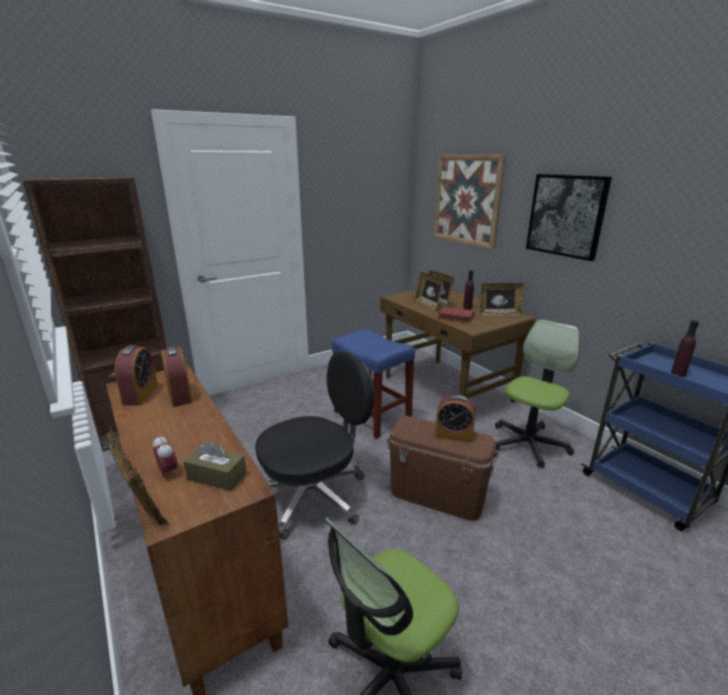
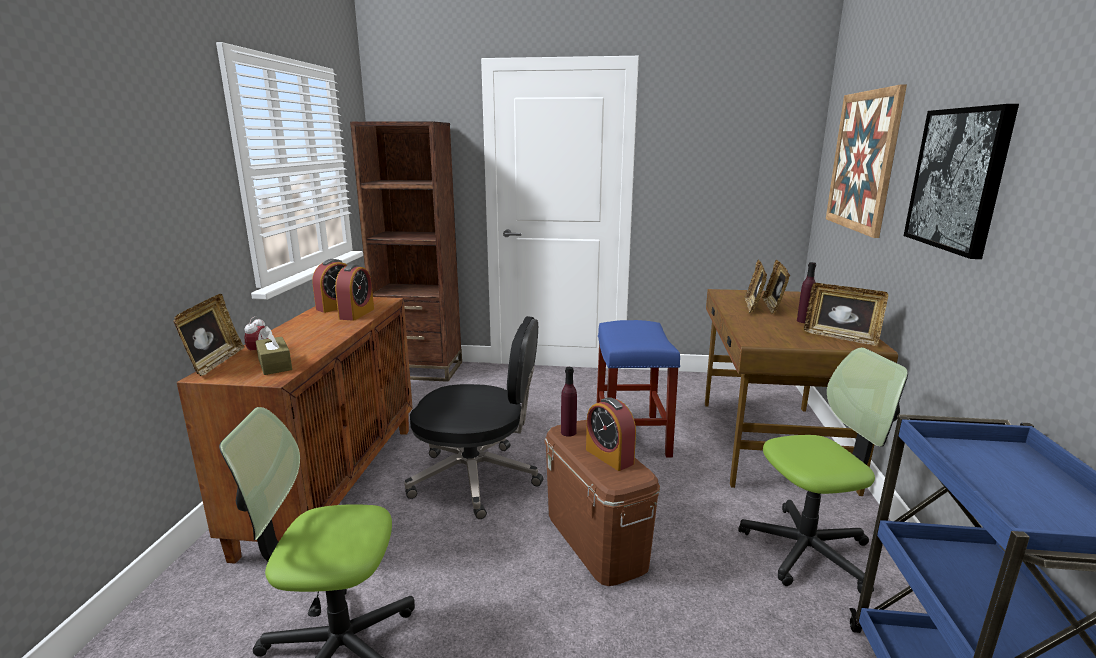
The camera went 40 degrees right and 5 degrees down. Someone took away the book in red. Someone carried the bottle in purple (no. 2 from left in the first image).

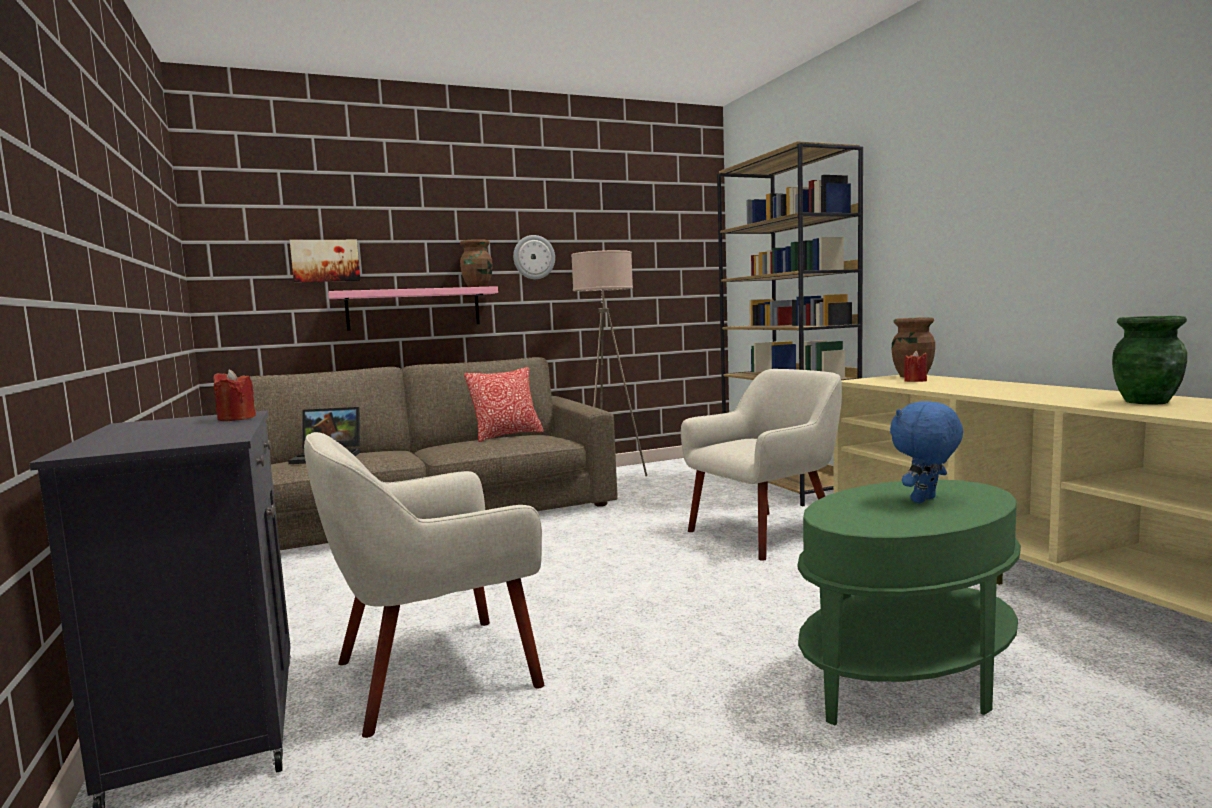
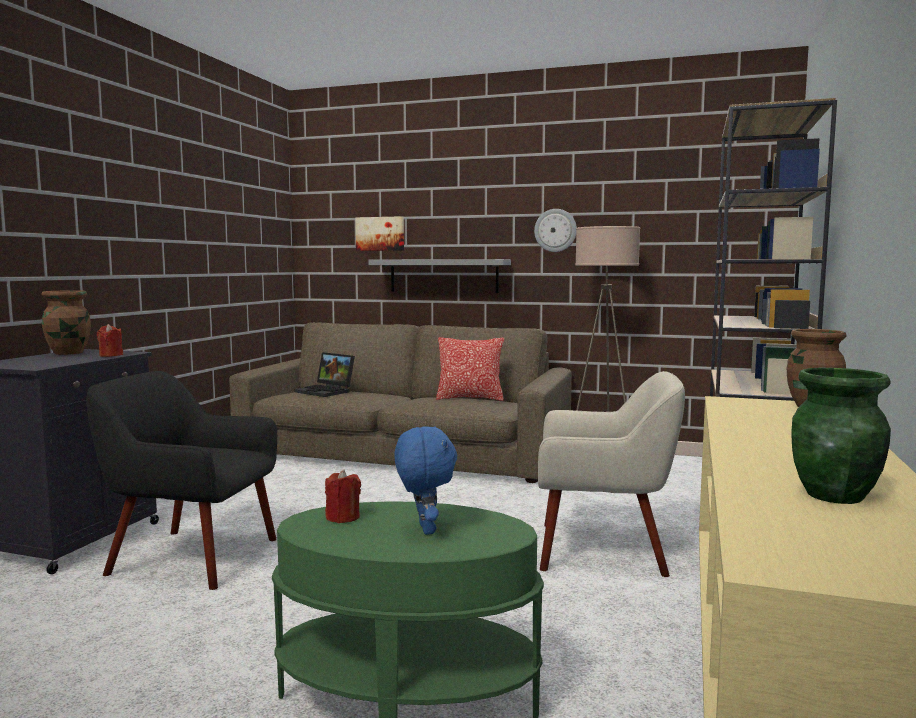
The camera went 40 degrees right and 0 degrees up. Someone carried the vase in brown (no. 1 from left). Someone carried the candle in red (no. 2 from left). Someone repainted the armchair in beige (no. 1 from left), which became the armchair in black. Someone repainted the shelf in pink, which became the shelf in grey. Someone rotated the plush toy in blue by 75 degrees clockwise.

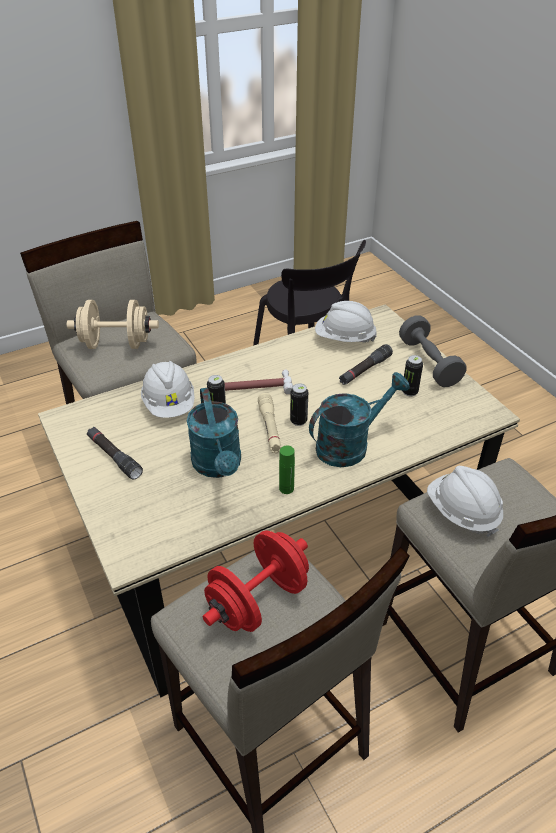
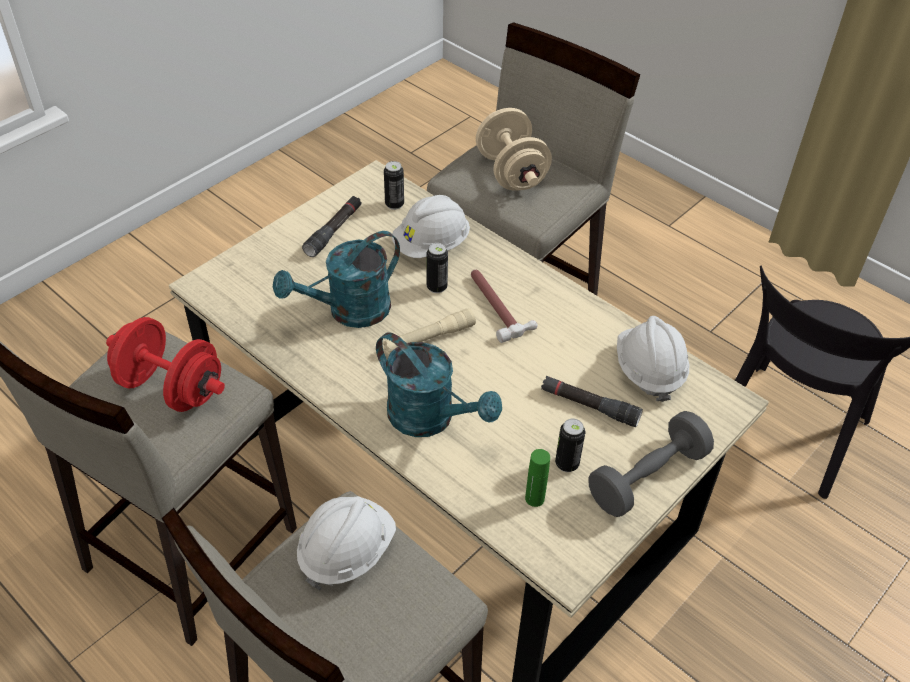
The camera went 70 degrees right and 5 degrees up. Someone carried the bottle in green. Someone carried the can (no. 2 from left in the first image).

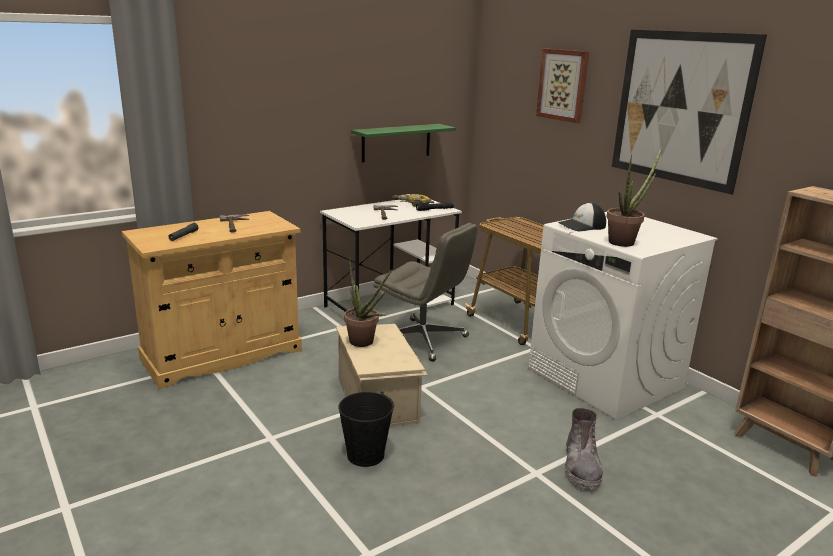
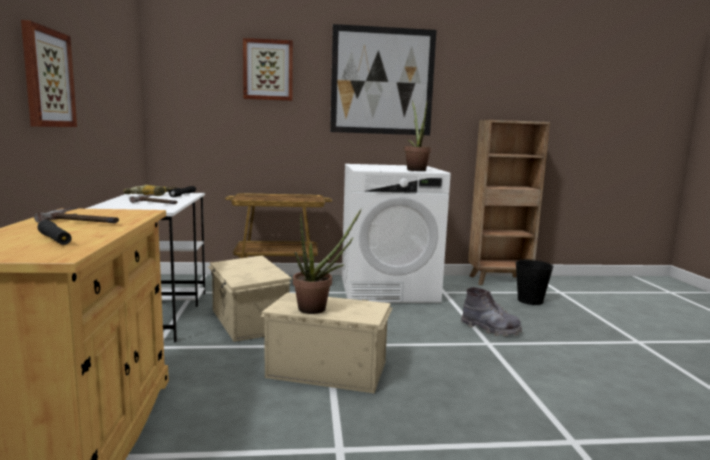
The camera went 60 degrees left and 10 degrees down. Someone took away the shelf in green. Someone took away the cap. Someone put up the picture (no. 1 from left). Someone carried the bucket in black. Someone swapped the office chair in grey for the storage box in beige (no. 1 from left).

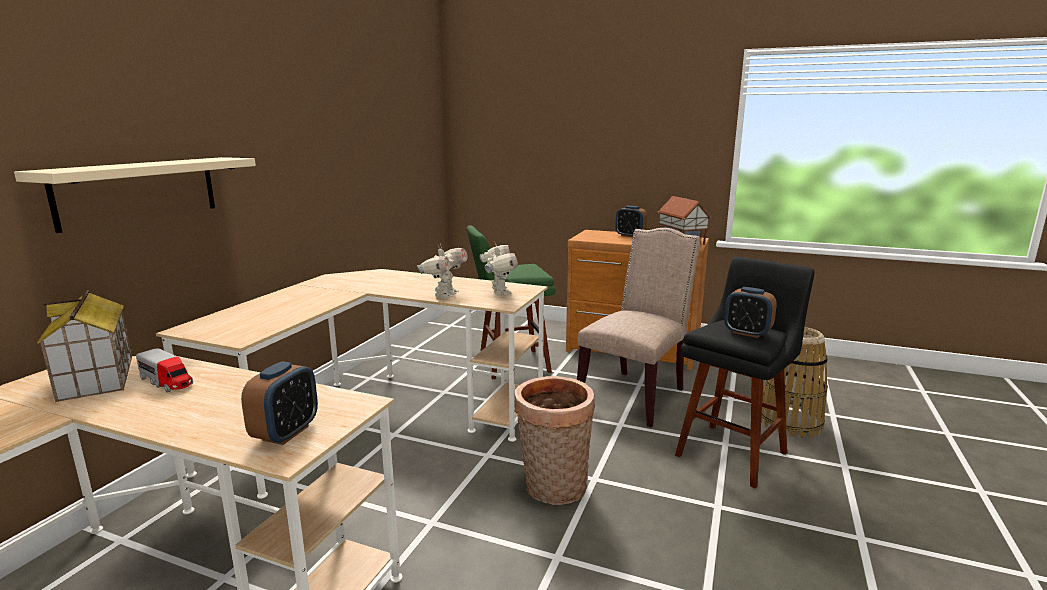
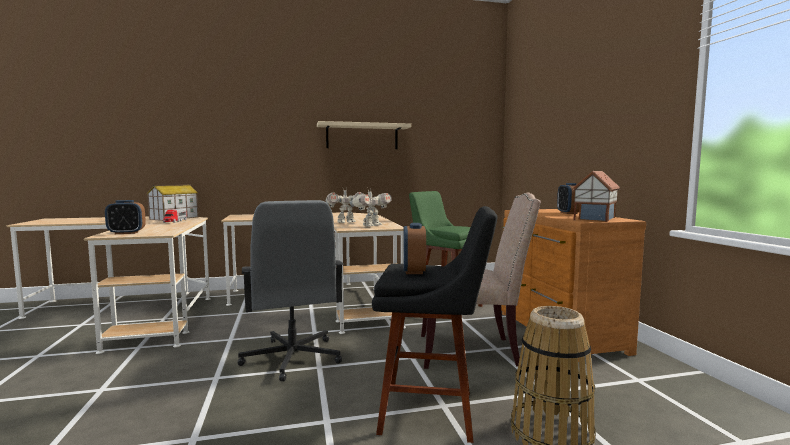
The camera went 55 degrees right and 10 degrees down. Someone carried the shelf in beige. Someone swapped the basket (no. 1 from left) for the office chair in grey.

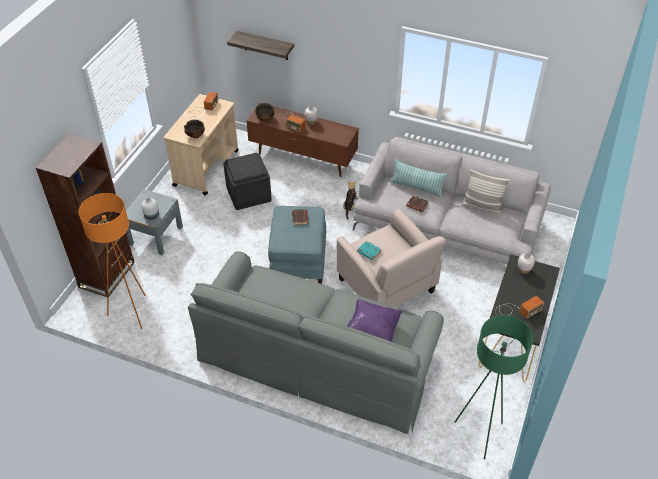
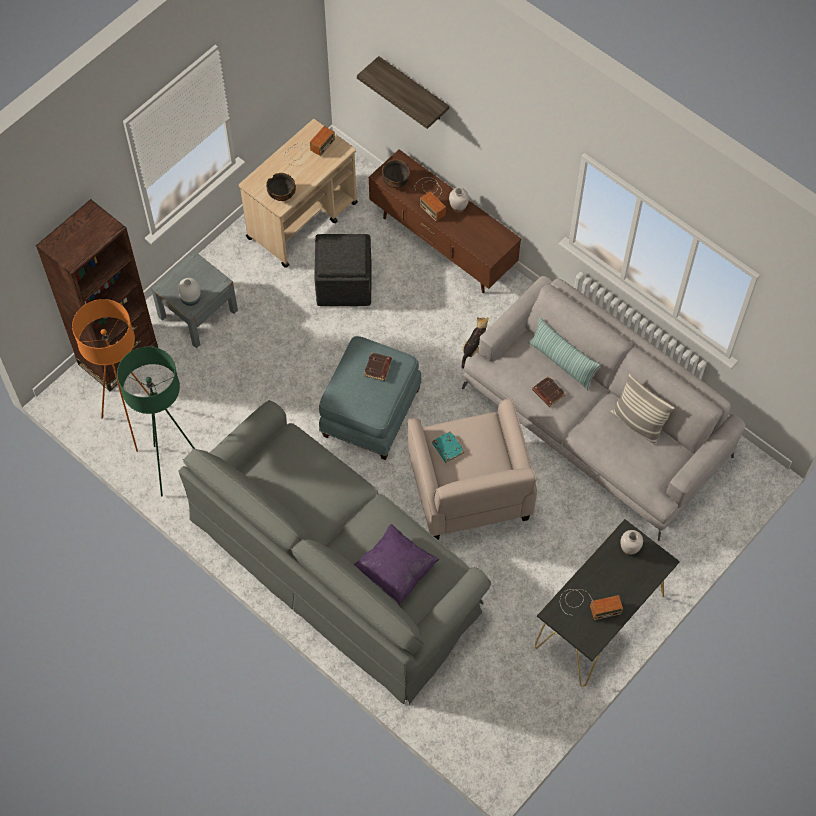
The camera went 20 degrees right and 15 degrees up. Someone carried the floor lamp in green.

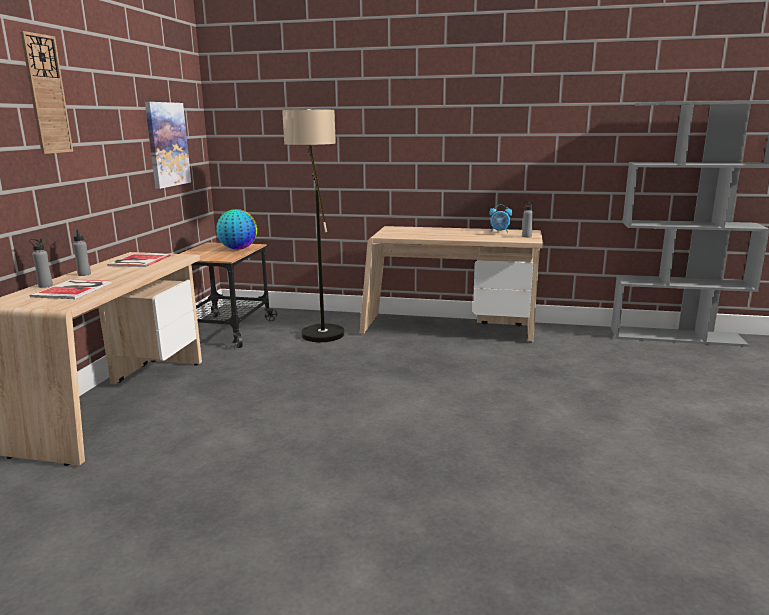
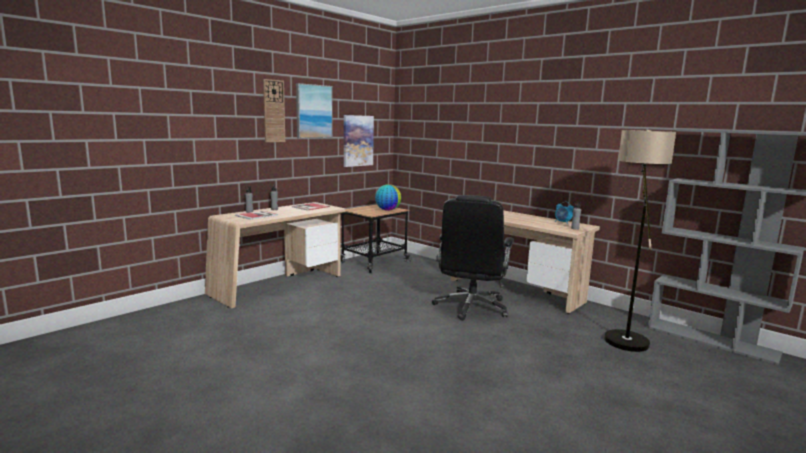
The camera went 30 degrees right and 5 degrees down. Someone put up the picture (no. 1 from left). Someone put down the office chair in black. Someone carried the floor lamp.

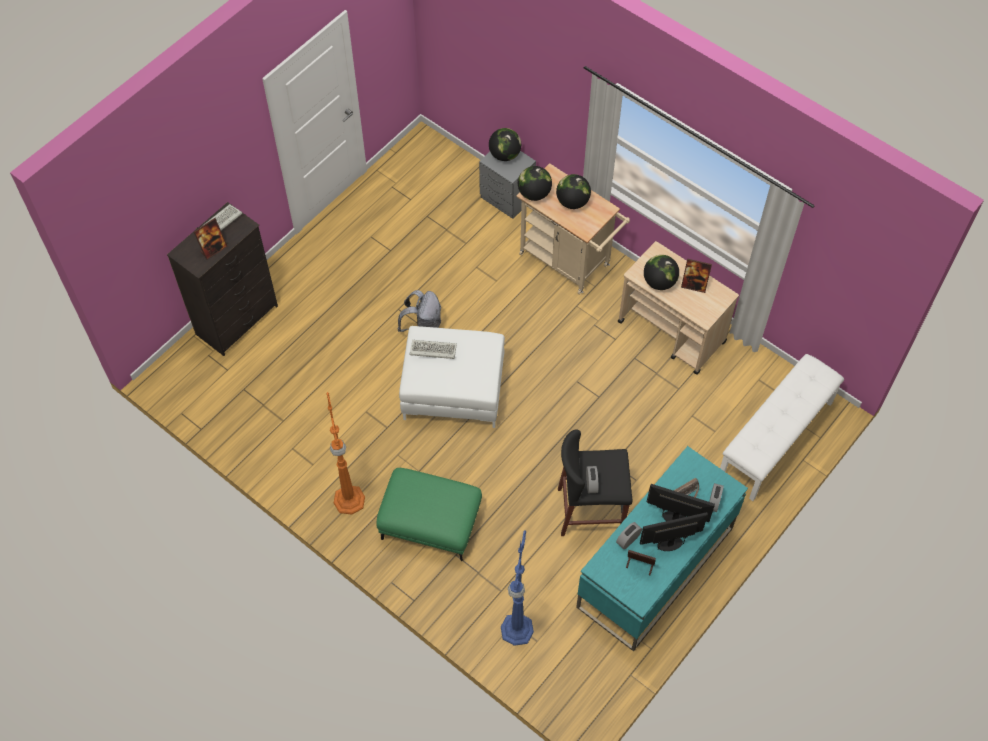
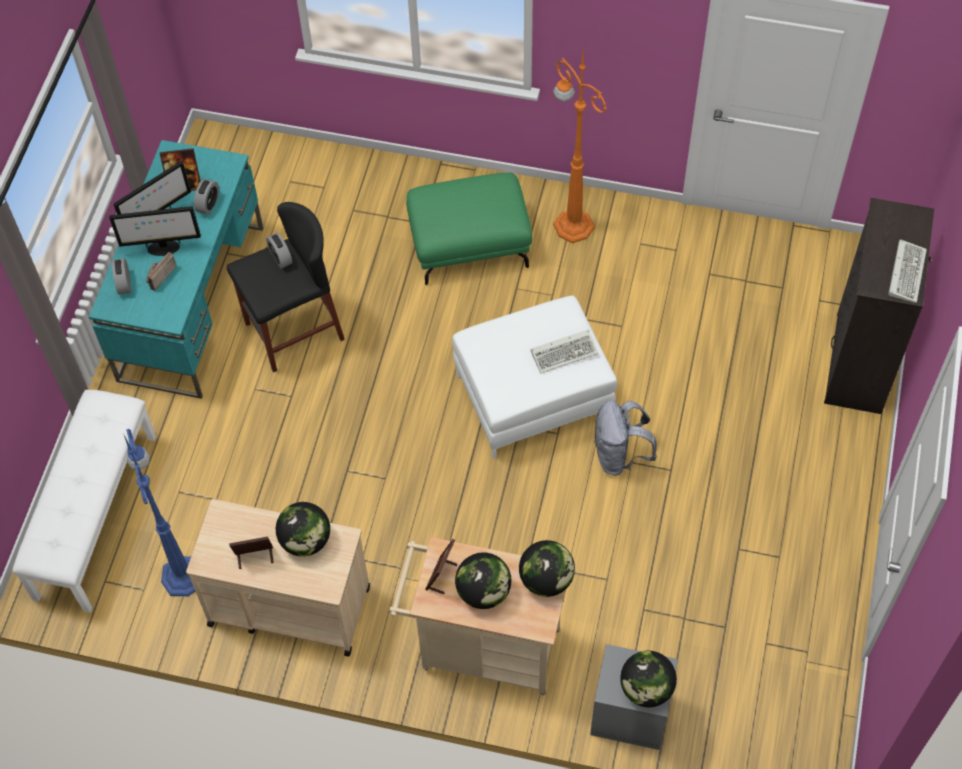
The camera went 155 degrees right and 0 degrees up. Someone carried the picture frame (no. 1 from left in the first image). Someone carried the floor lamp in blue.

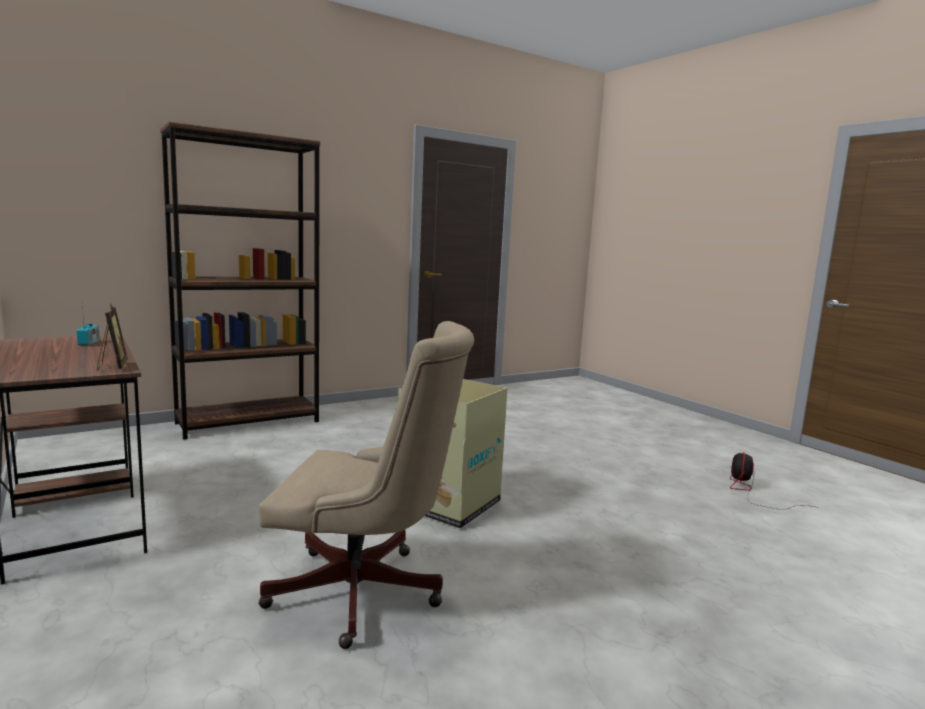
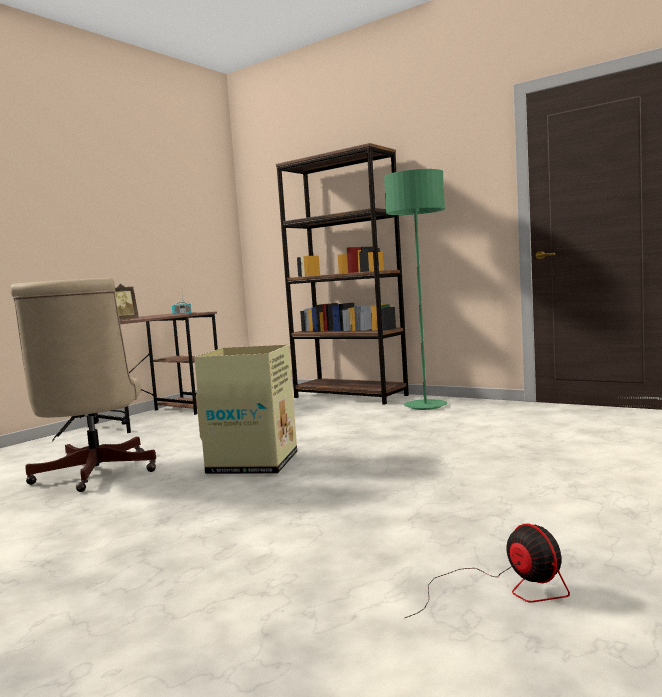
The camera went 70 degrees right and 5 degrees down. Someone put down the floor lamp in green. Someone rotated the fan by 60 degrees clockwise.

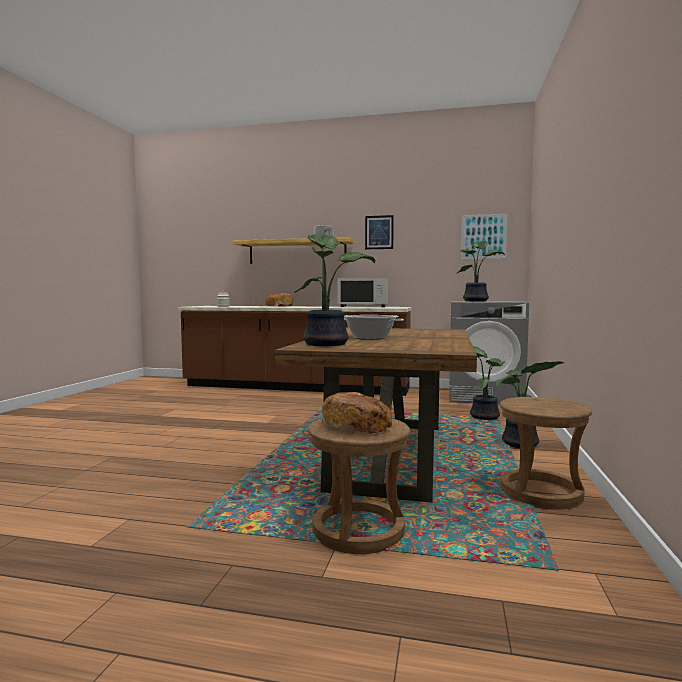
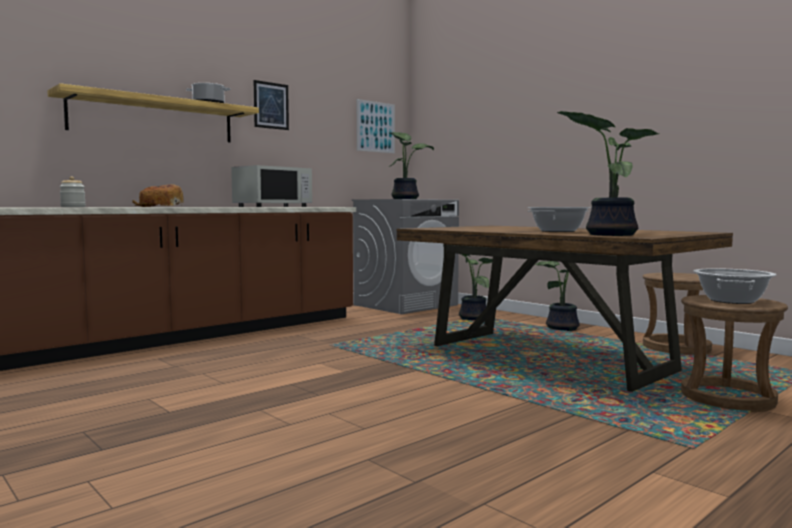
The camera went 55 degrees left and 0 degrees up. Someone swapped the bread (no. 2 from left) for the cooking pot (no. 3 from left).

